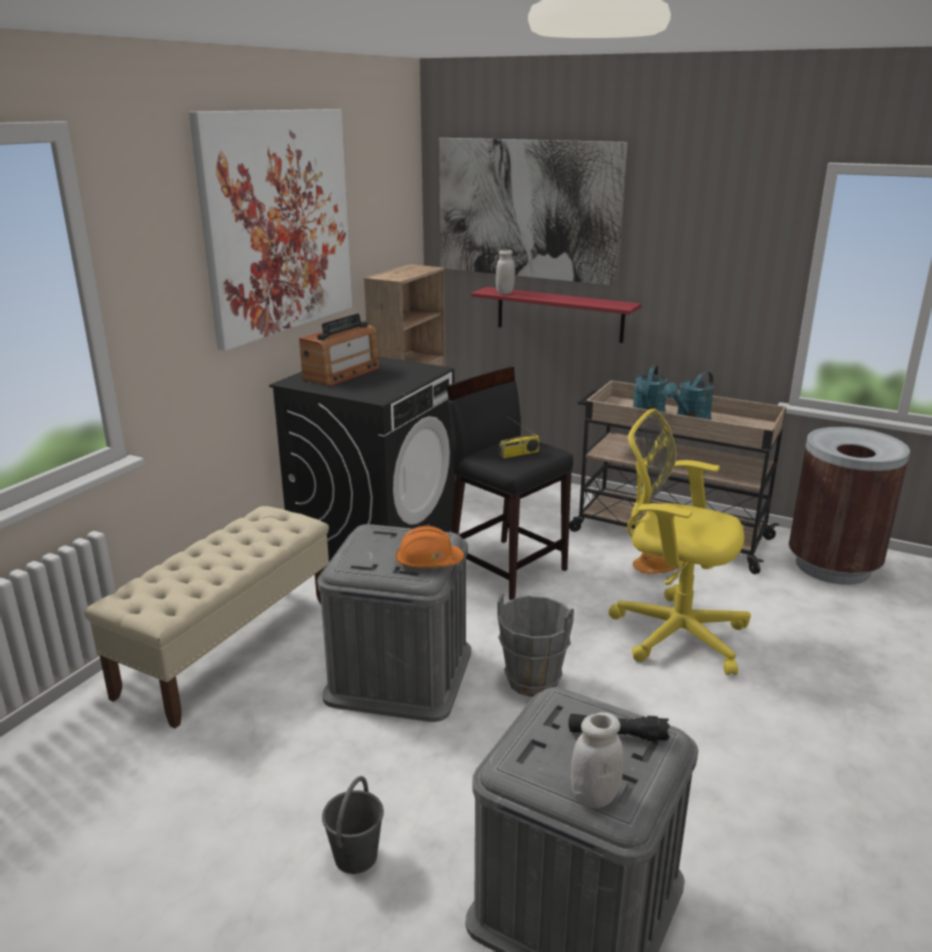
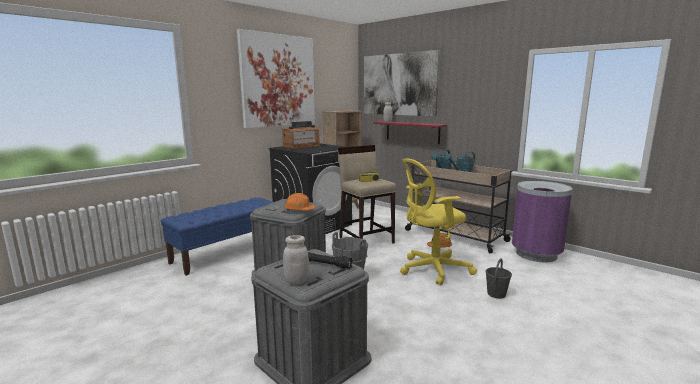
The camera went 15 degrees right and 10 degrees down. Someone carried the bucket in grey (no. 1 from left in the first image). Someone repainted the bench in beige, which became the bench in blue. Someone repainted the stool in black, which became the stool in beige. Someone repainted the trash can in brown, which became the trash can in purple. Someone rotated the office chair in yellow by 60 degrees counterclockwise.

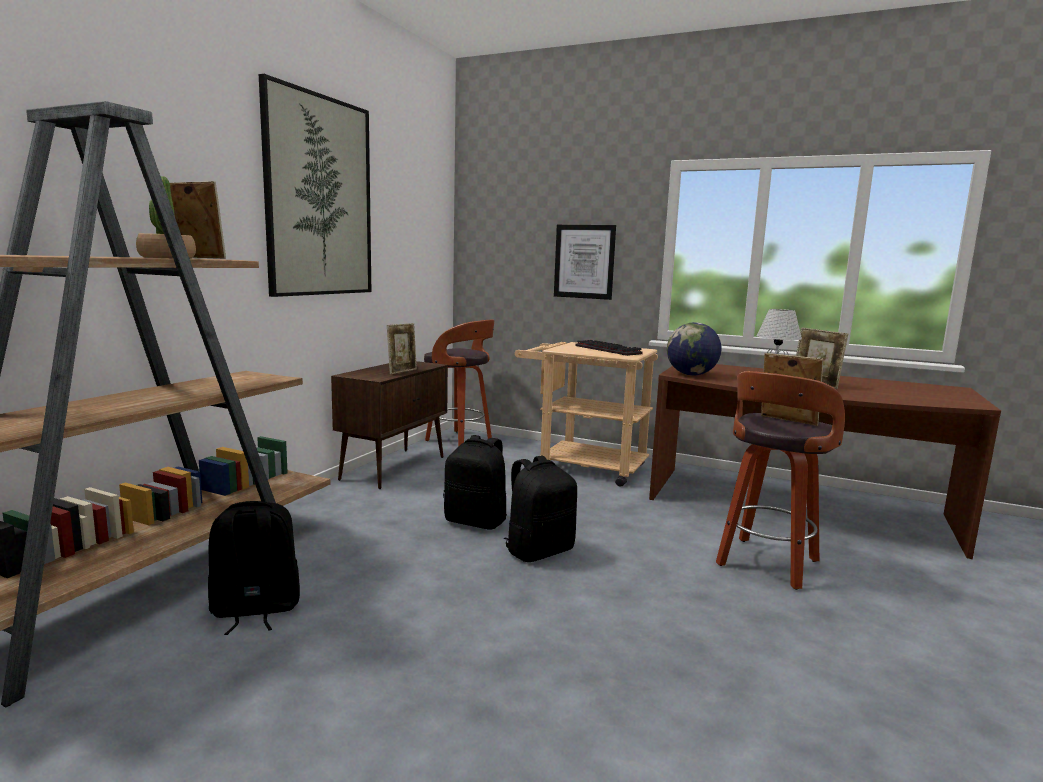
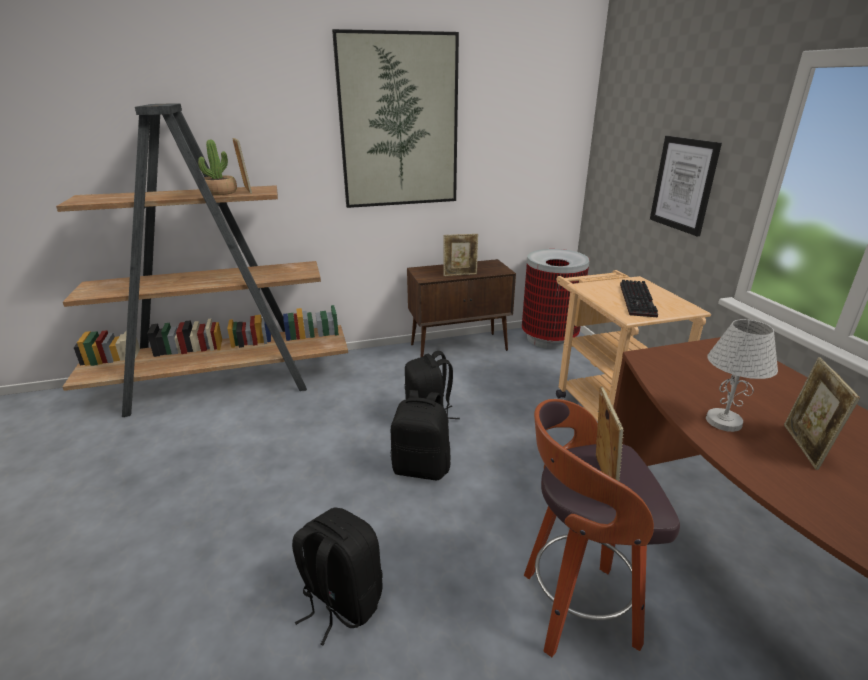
The camera went 50 degrees right and 15 degrees up. Someone took away the globe. Someone carried the backpack in black (no. 1 from left). Someone swapped the stool (no. 1 from left) for the trash can.

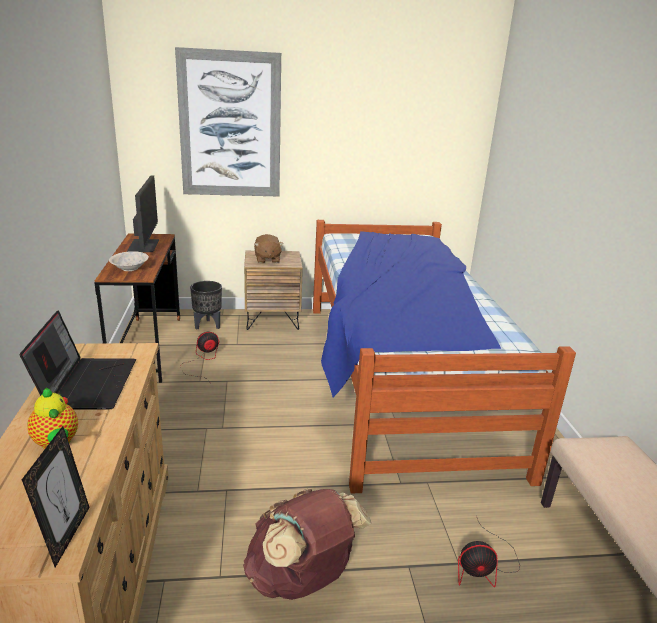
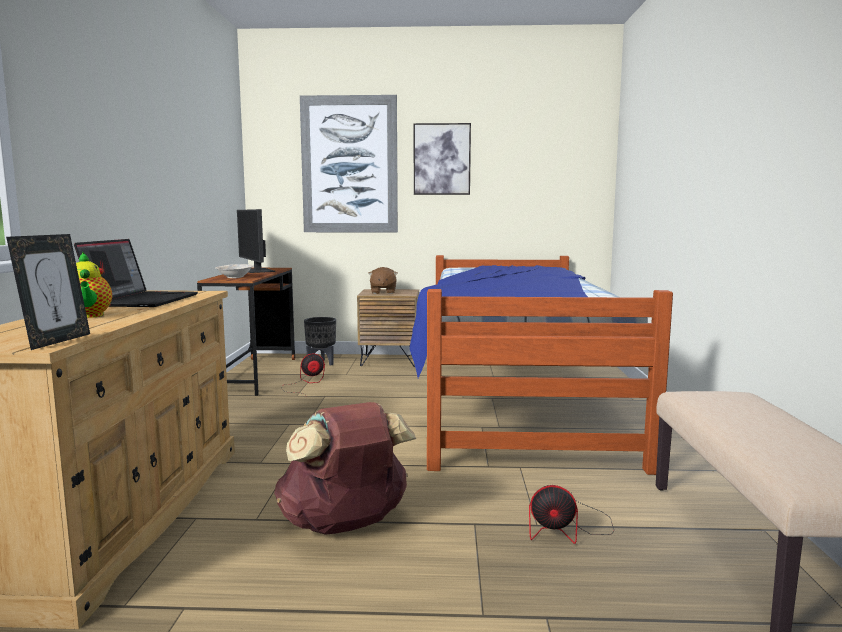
The camera went 10 degrees right and 15 degrees down. Someone put up the picture (no. 2 from left). Someone rotated the monitor by 150 degrees clockwise.

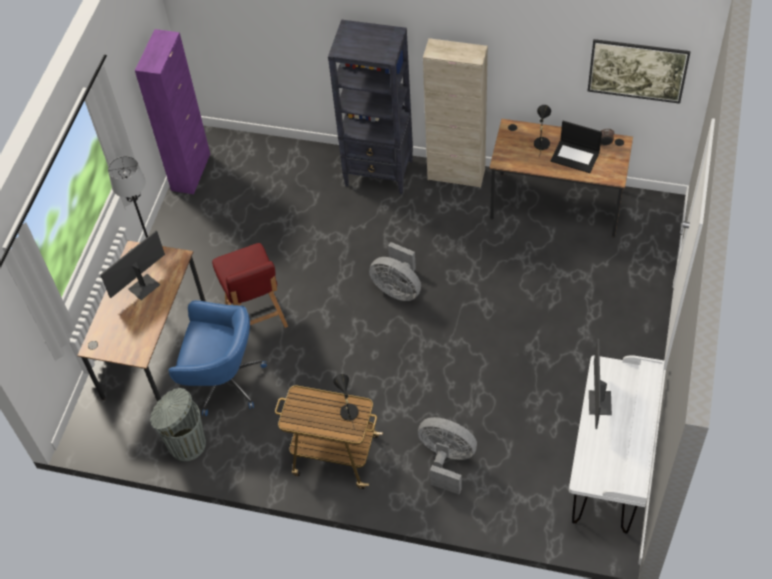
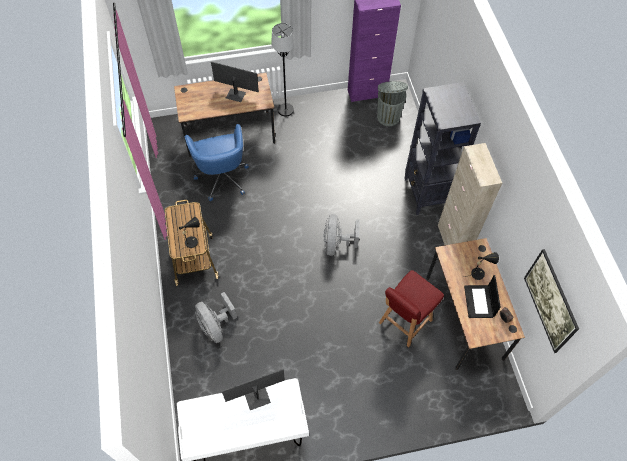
The camera went 60 degrees right and 5 degrees up. Someone carried the trash can in grey. Someone carried the chair in red. Someone rotated the fan in grey (no. 2 from left in the first image) by 150 degrees clockwise.

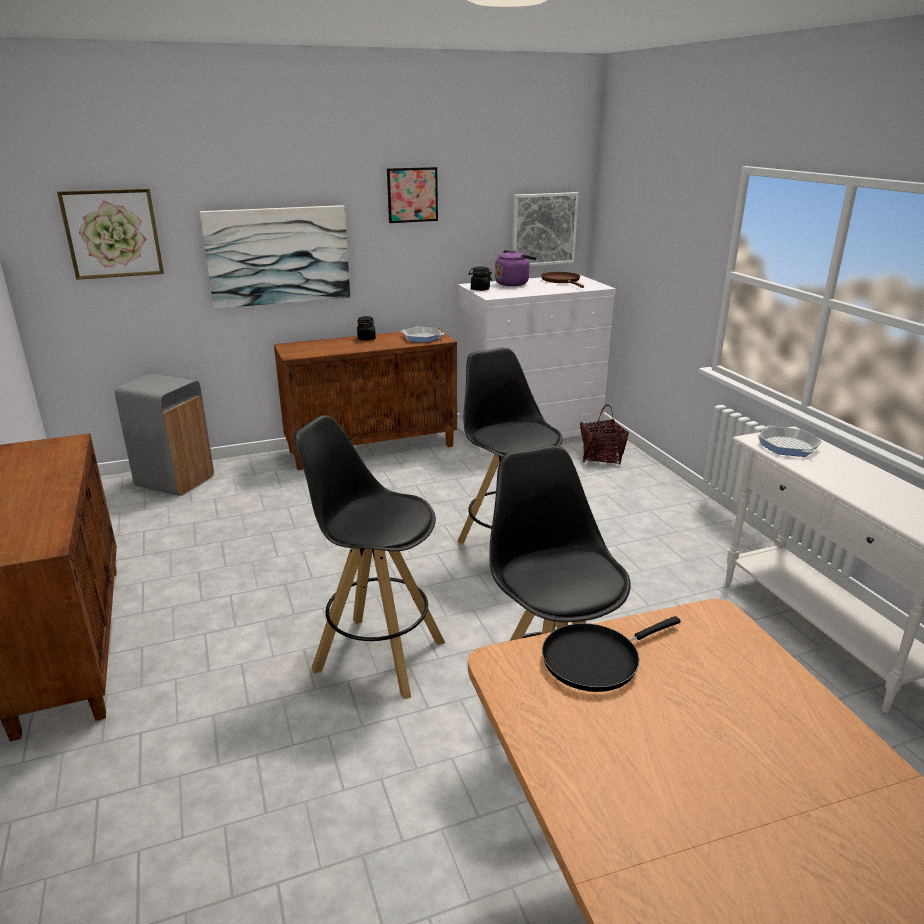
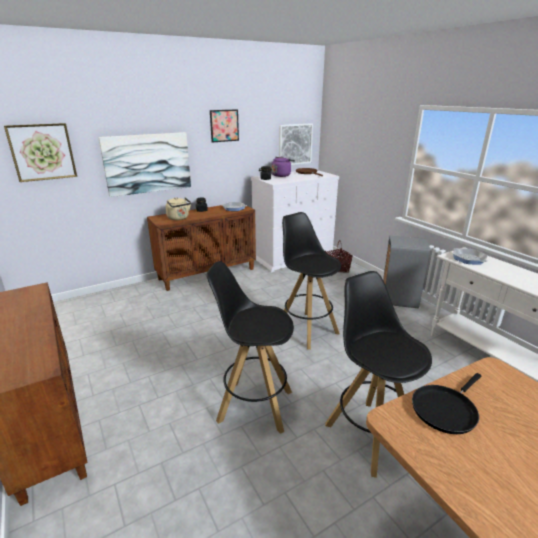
The camera went 10 degrees left and 0 degrees up. Someone put down the kettle in beige. Someone carried the trash can in grey.

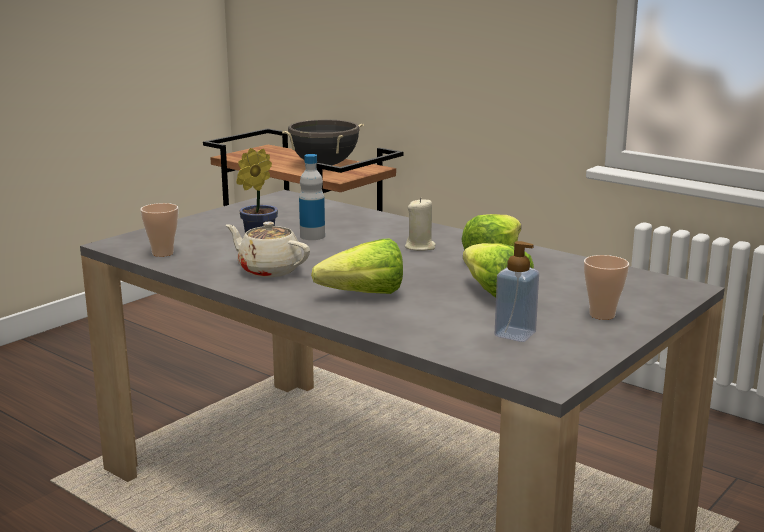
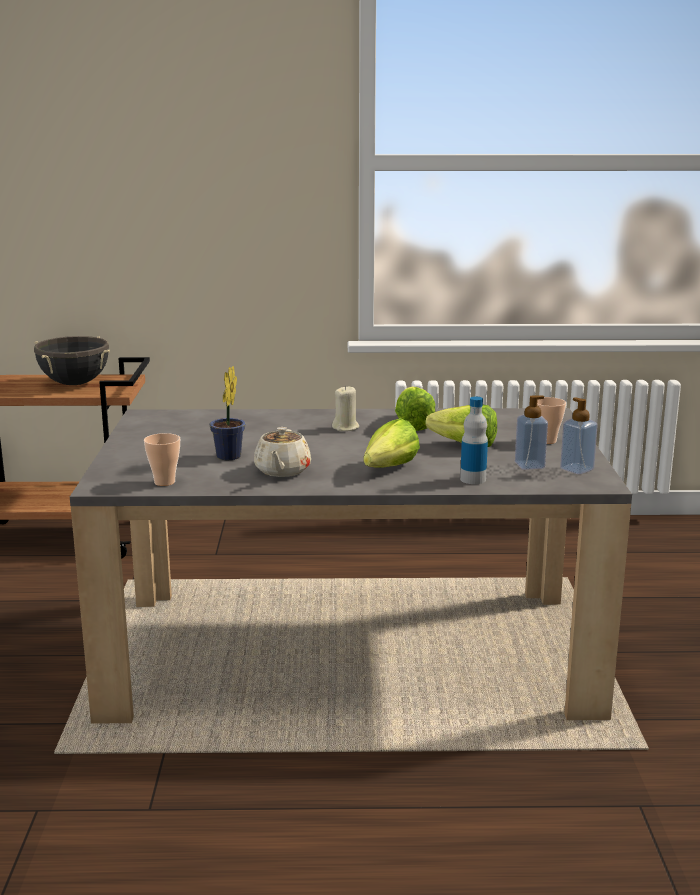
The camera went 40 degrees left and 0 degrees up. Someone put down the soap dispenser (no. 2 from left). Someone carried the bottle. Someone rotated the teapot in beige by 75 degrees counterclockwise.

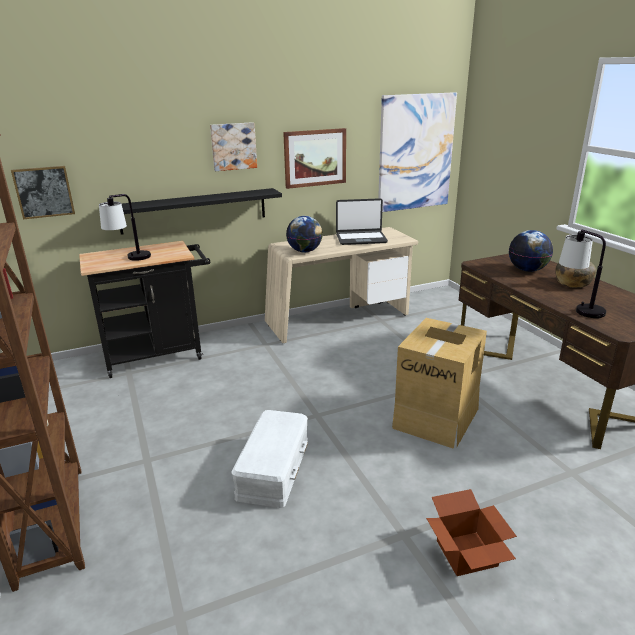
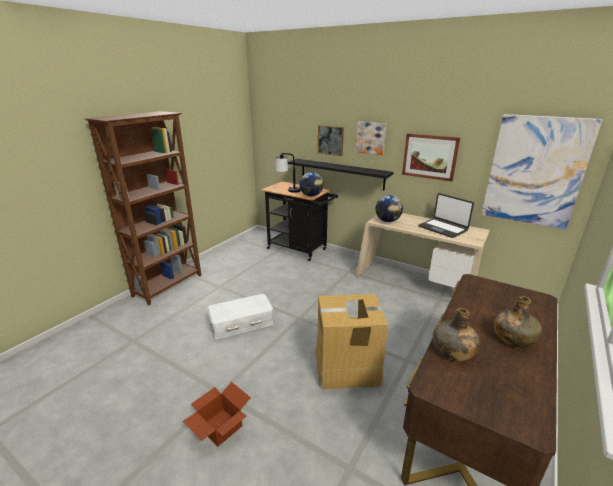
The camera went 55 degrees right and 0 degrees up. Someone carried the picture (no. 1 from left). Someone carried the globe (no. 2 from left in the first image). Someone swapped the table lamp (no. 2 from left) for the bottle in green (no. 1 from left).

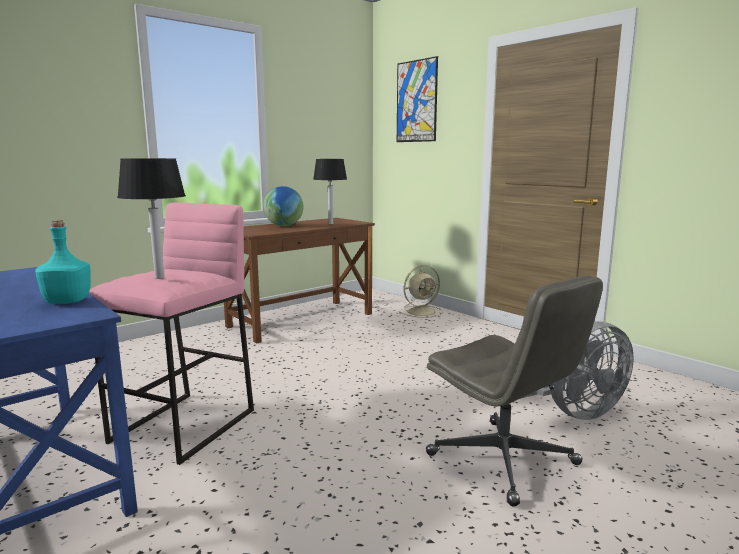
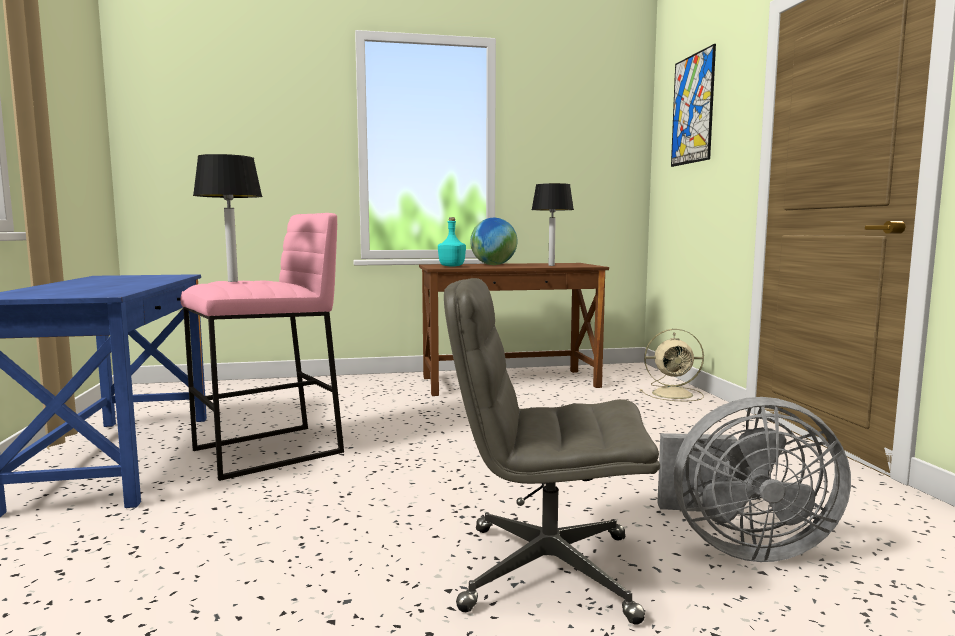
The camera went 30 degrees right and 5 degrees down. Someone carried the bottle in turquoise. Someone rotated the office chair in grey by 105 degrees clockwise.

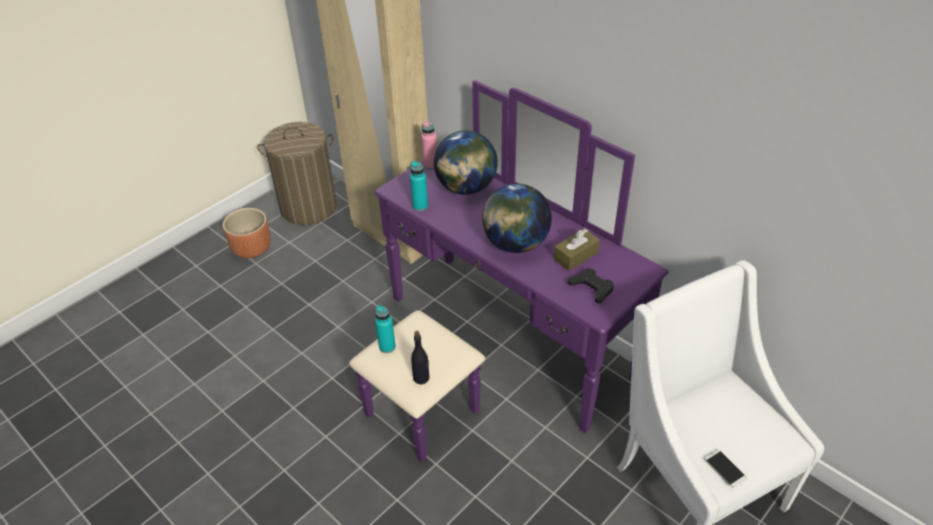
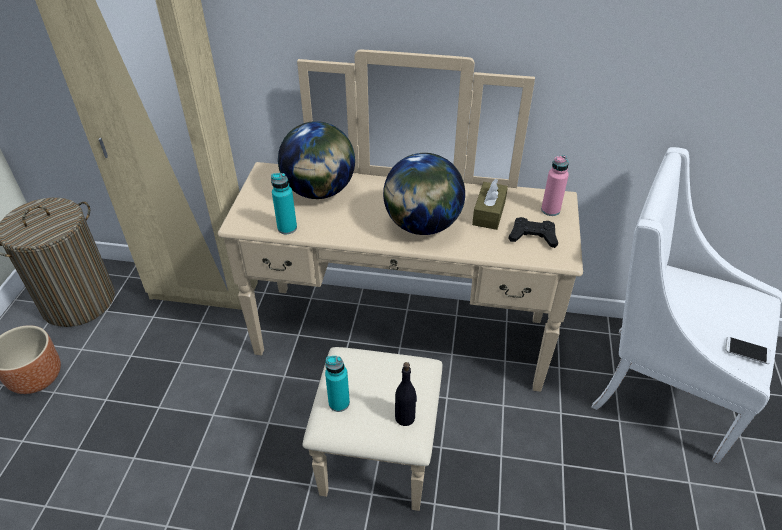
The camera went 35 degrees left and 0 degrees up. Someone carried the bottle in pink. Someone repainted the dresser in purple, which became the dresser in beige.

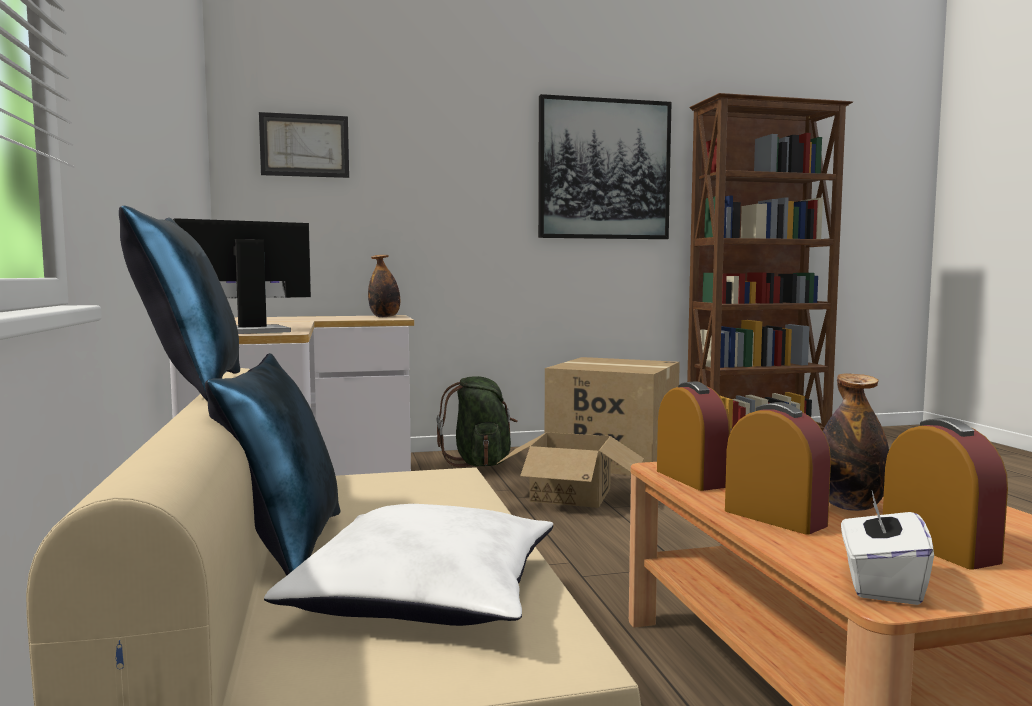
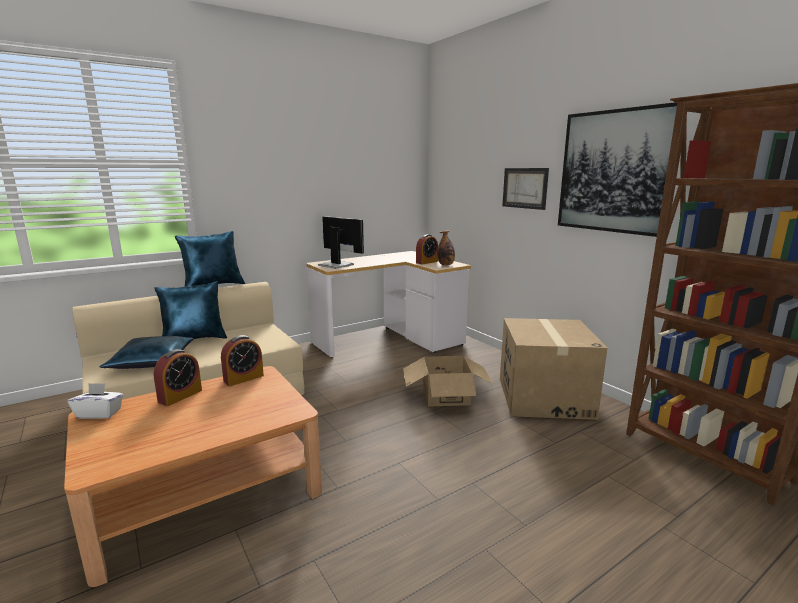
The camera went 70 degrees right and 10 degrees up. Someone took away the backpack in green. Someone took away the bottle (no. 2 from left). Someone carried the picture (no. 1 from left). Someone carried the alarm clock (no. 3 from left). Someone repainted the pillow in white, which became the pillow in blue (no. 1 from left).

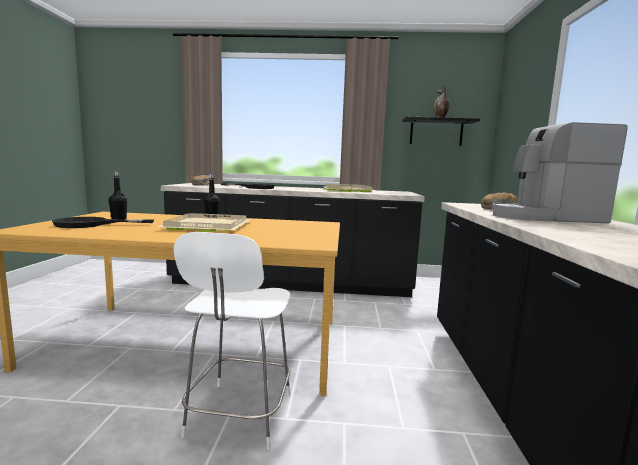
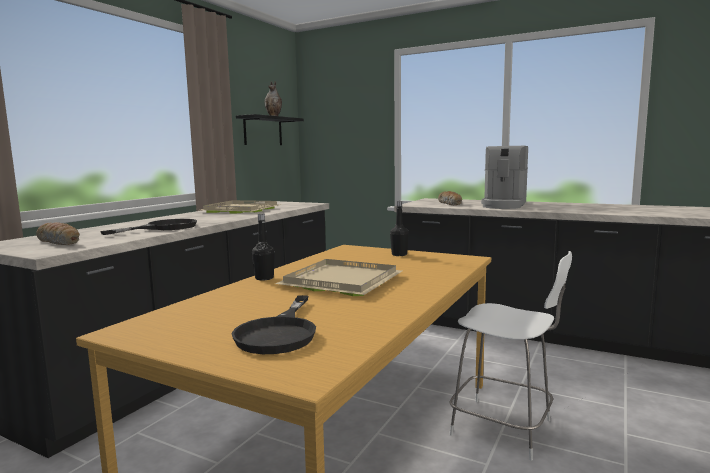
The camera went 65 degrees left and 0 degrees up. Someone carried the bottle in black (no. 1 from left in the first image).

